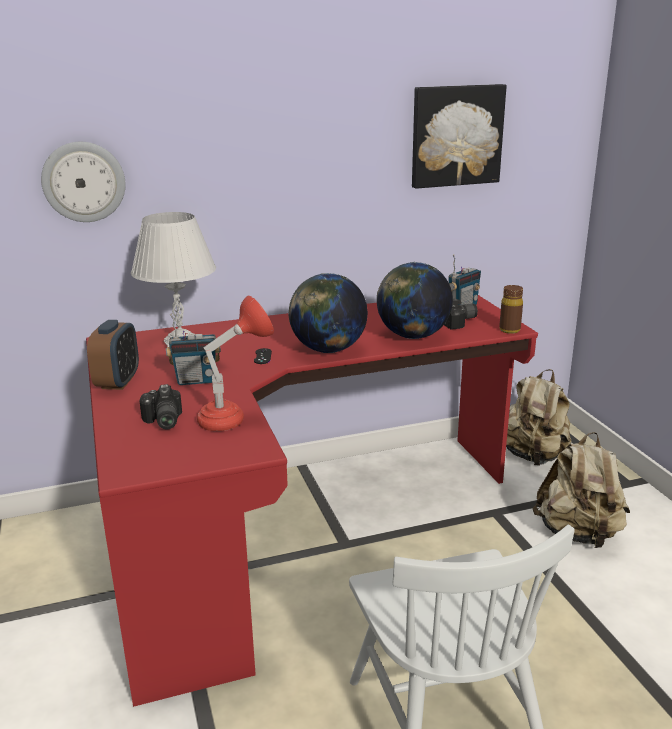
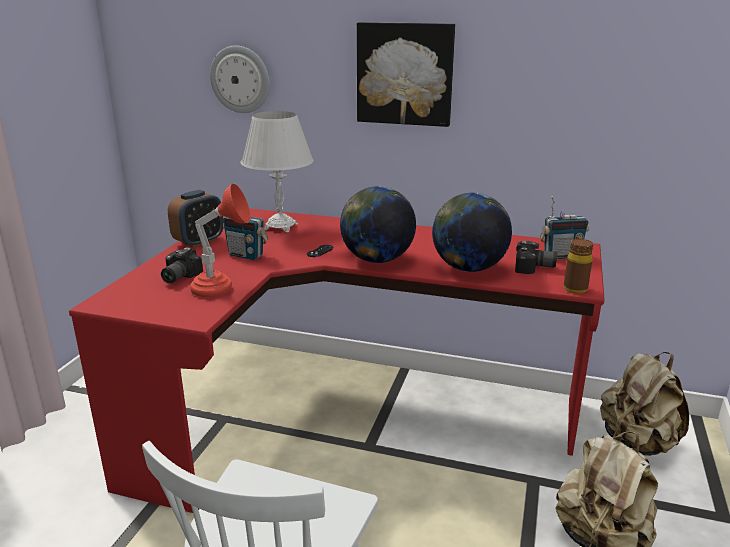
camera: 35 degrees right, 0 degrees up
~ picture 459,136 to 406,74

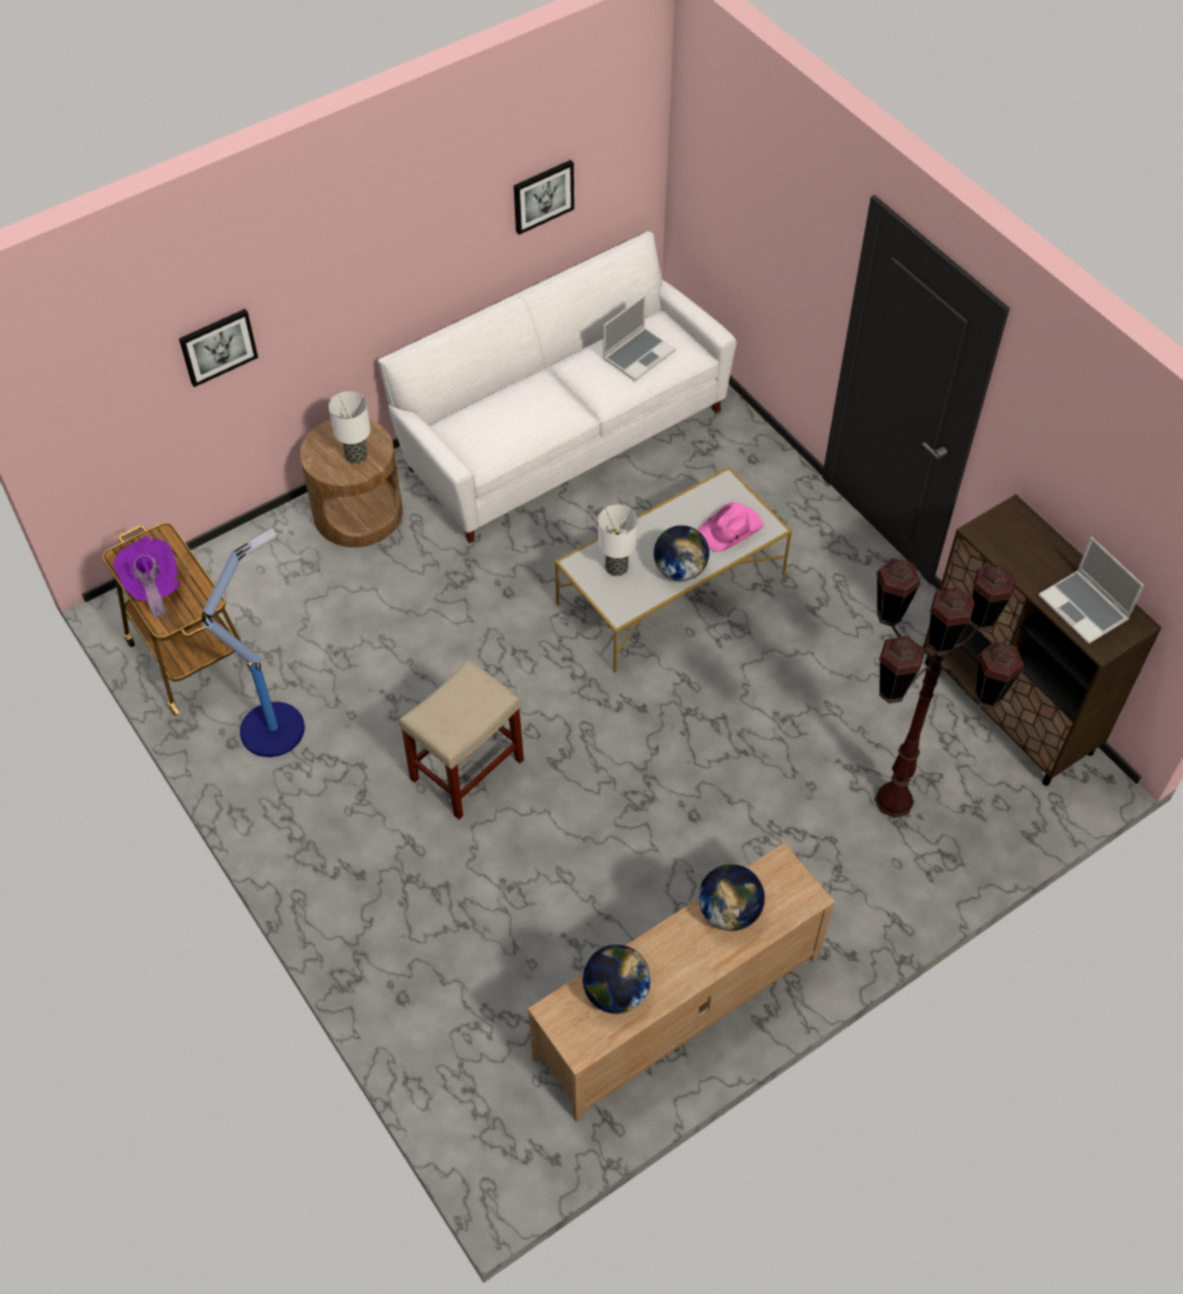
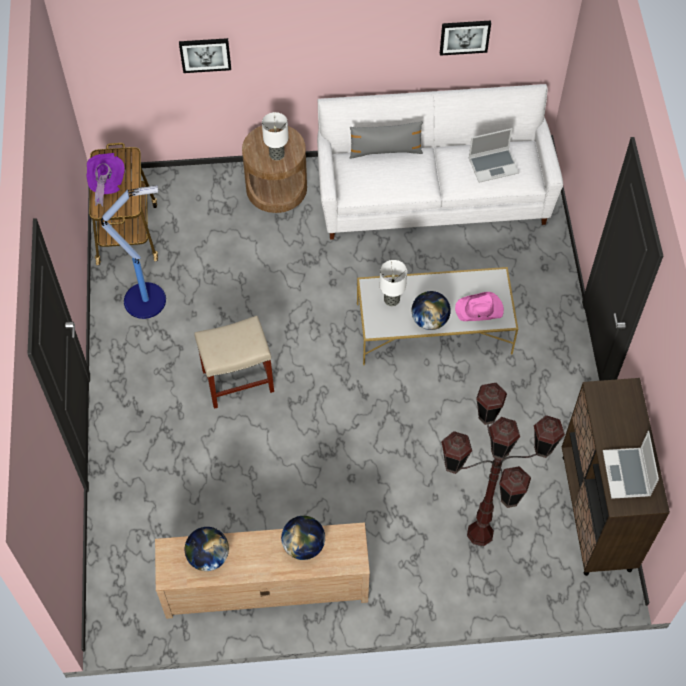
camera: 30 degrees right, 5 degrees up
+ grey pillow 386,140

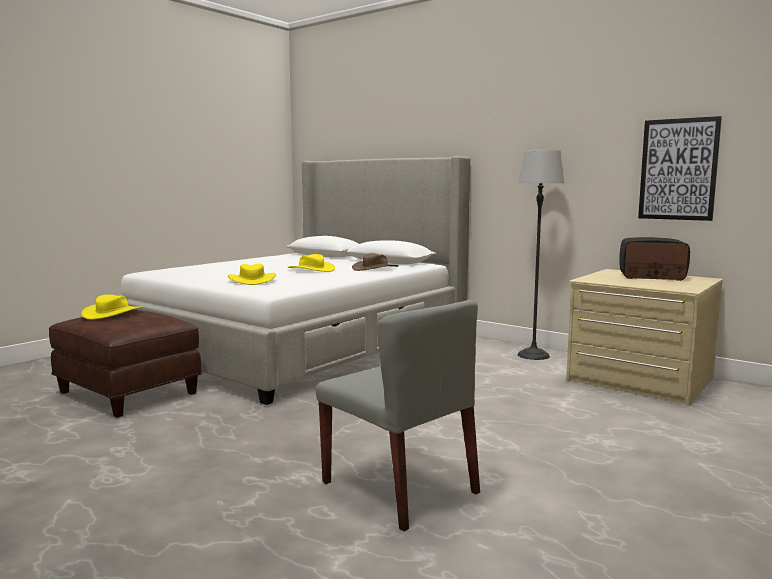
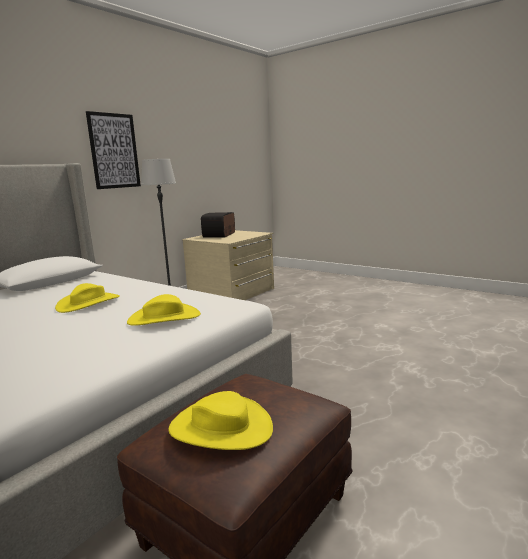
camera: 90 degrees left, 5 degrees up
- grey chair 398,415
- brown hat 375,262
~ picture 680,168 to 113,150

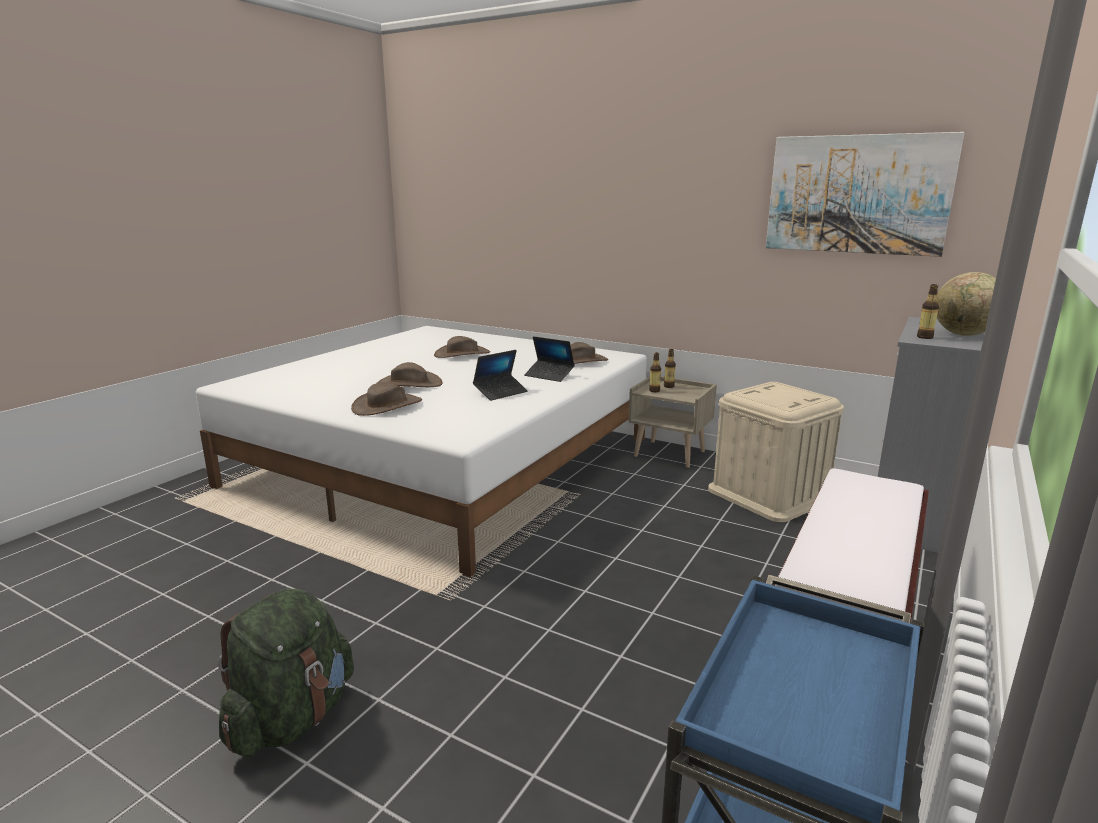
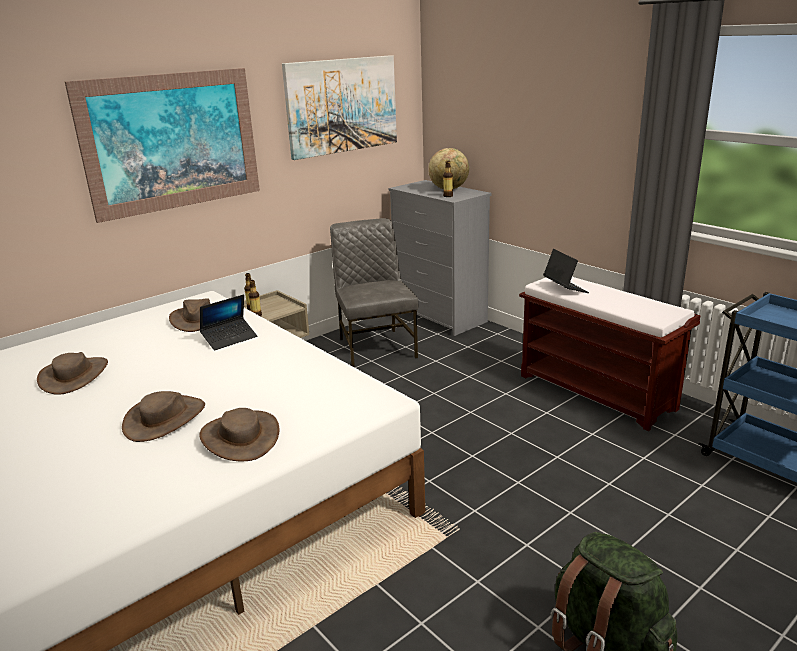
camera: 70 degrees left, 5 degrees up
+ picture 162,145
~ laptop 500,375 to 566,271
~ beige storage box 776,452 to grey chair 374,293

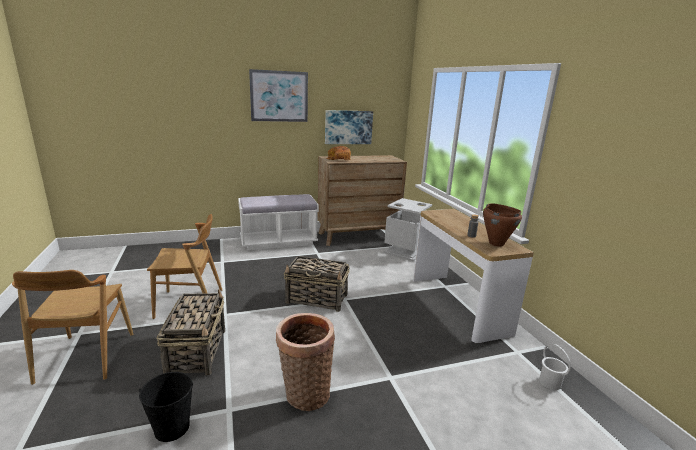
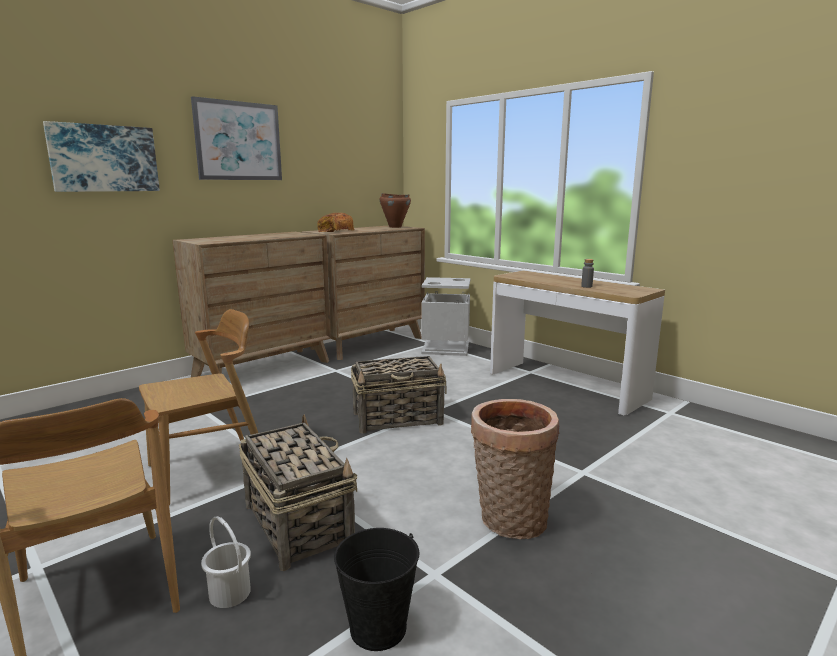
camera: 25 degrees left, 5 degrees down
~ picture 349,127 to 101,156
~ brown cooking pot 502,225 to 395,210
~ white bucket 555,367 to 226,562
~ white bench 278,222 to brown dresser 252,304

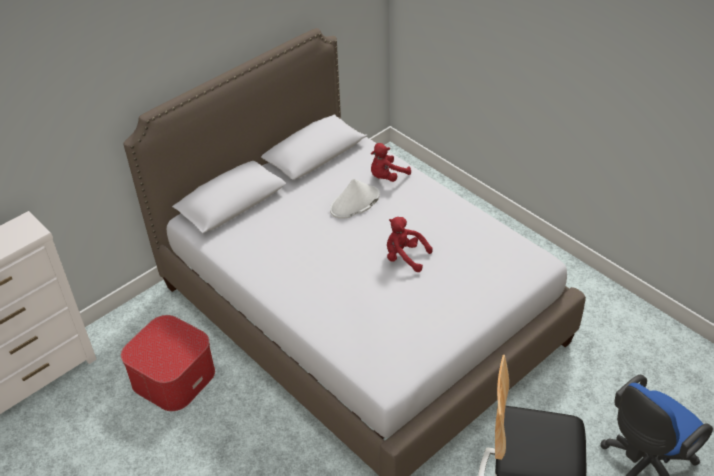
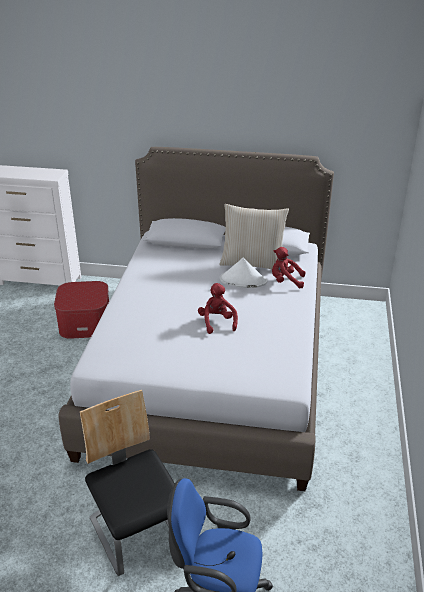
camera: 50 degrees right, 10 degrees down
+ beige pillow 254,236

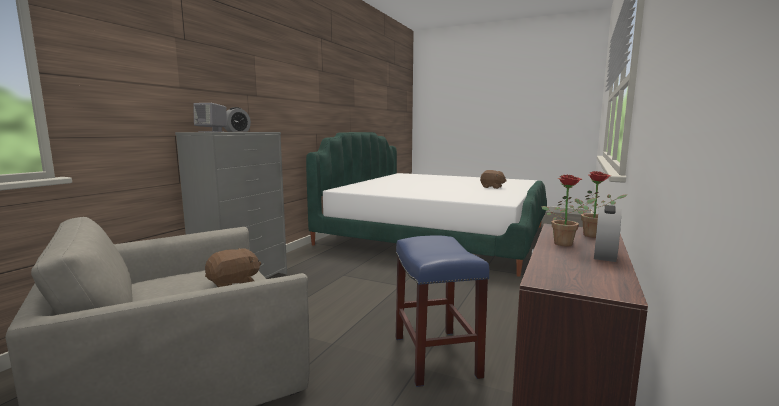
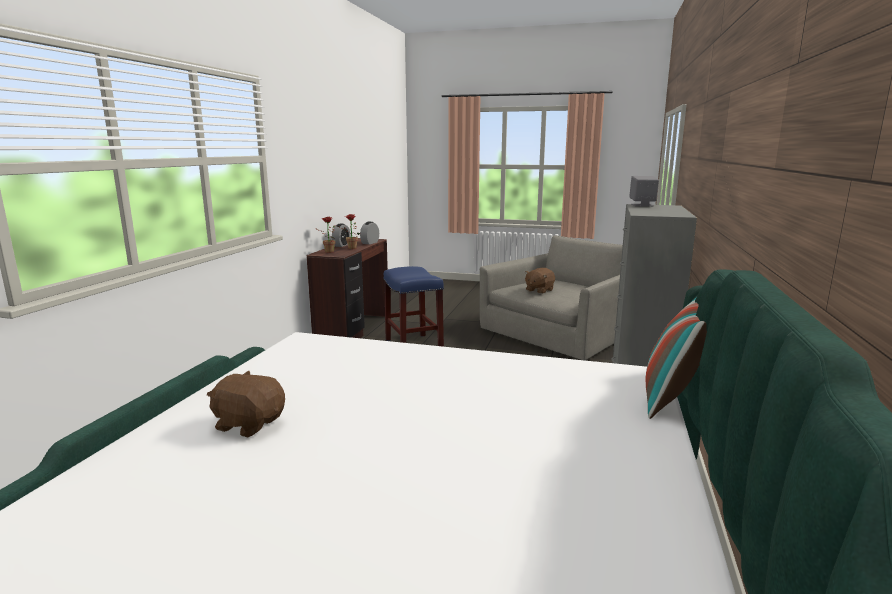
camera: 170 degrees right, 5 degrees up
+ pillow 676,358
~ alarm clock 237,119 to 369,233

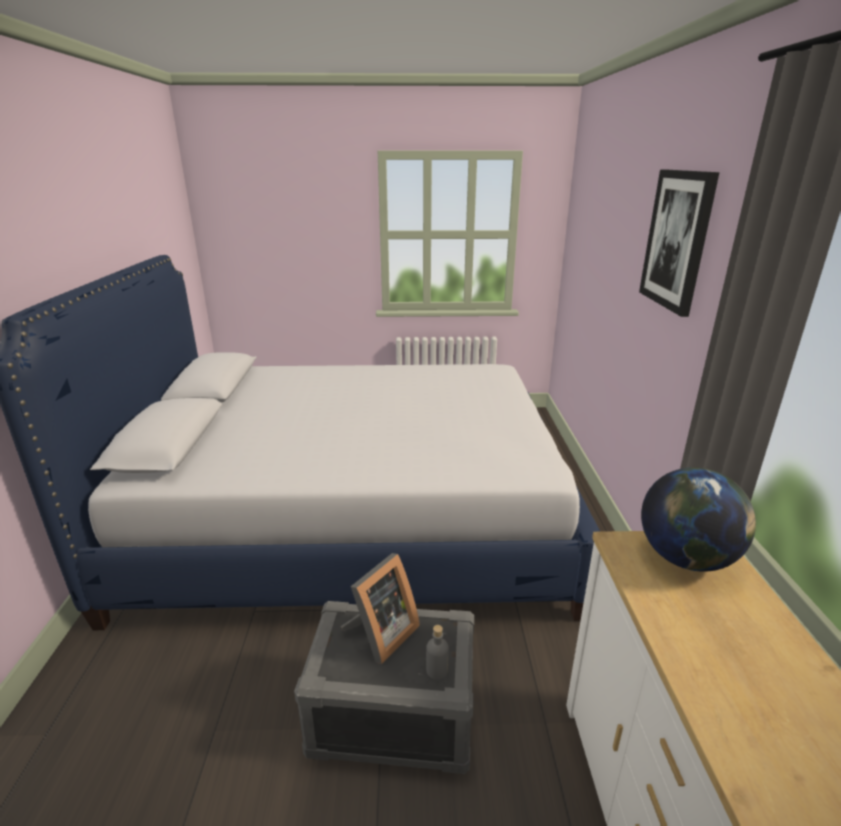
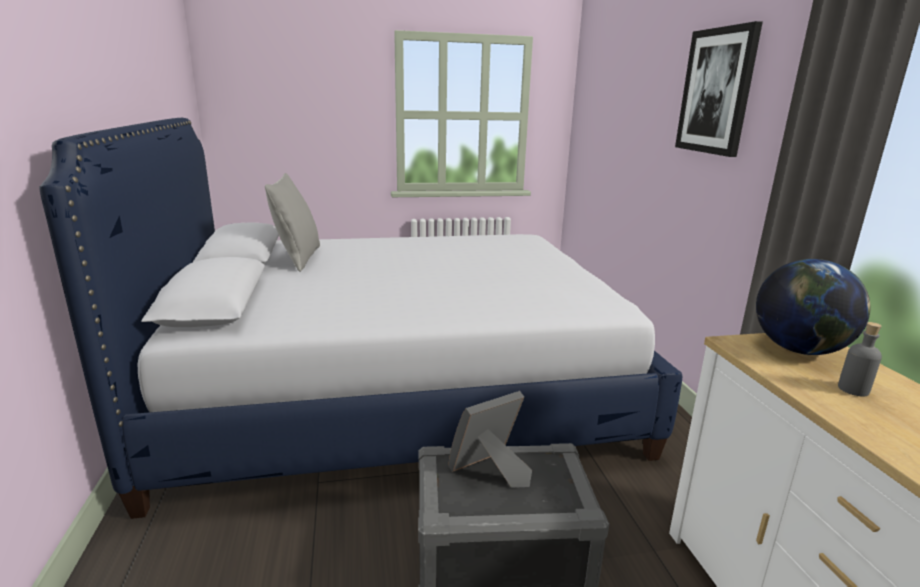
camera: 10 degrees left, 5 degrees down
+ grey pillow 292,222
~ grey bottle 437,652 to 860,359
~ picture frame 380,608 = 490,439 150 degrees counterclockwise

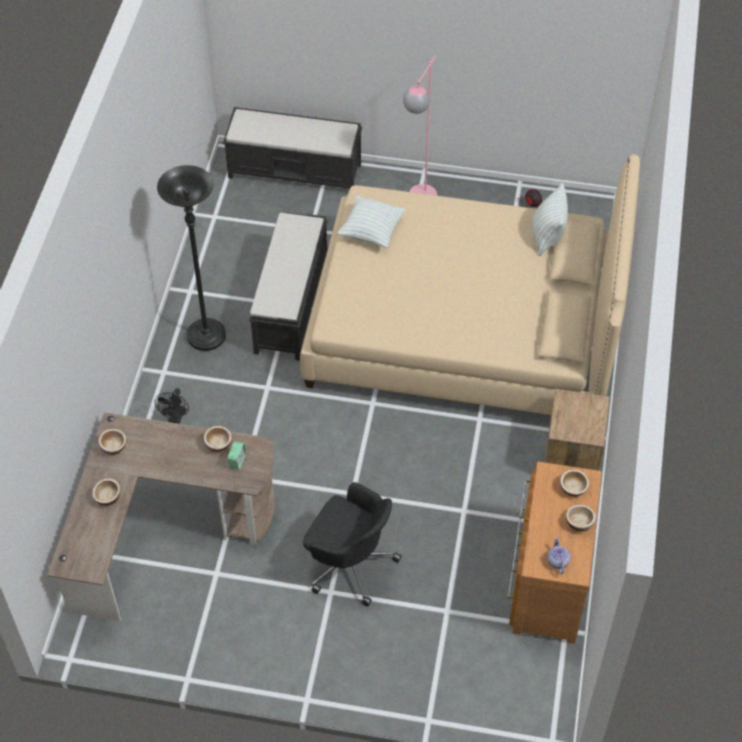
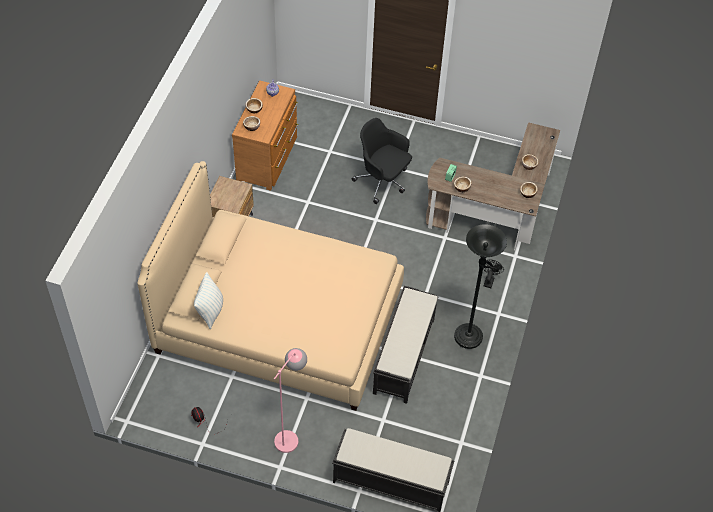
camera: 175 degrees left, 0 degrees up
- pillow 371,222

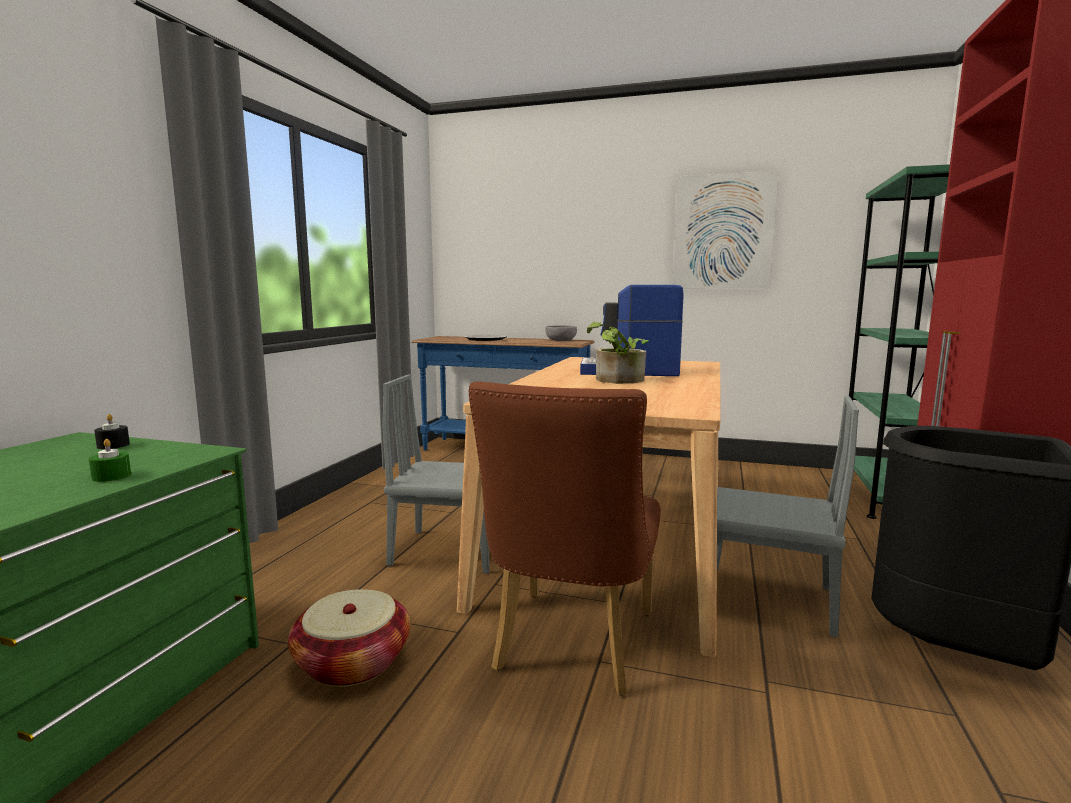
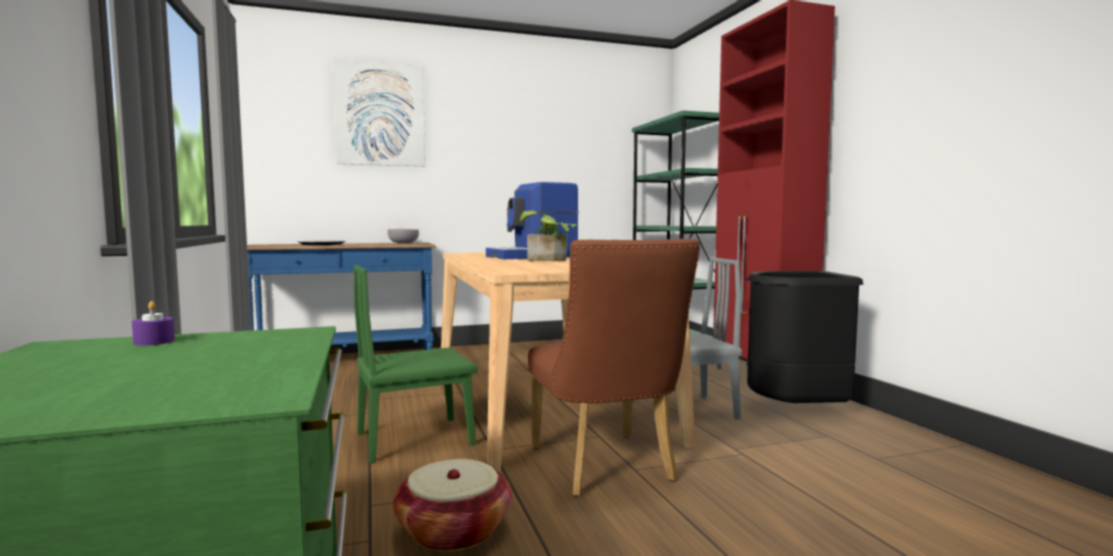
camera: 35 degrees left, 5 degrees down
- green candle 110,460
~ picture 725,230 to 379,112
~ black candle 112,431 to purple candle 153,323
~ grey chair 436,474 to green chair 416,364

